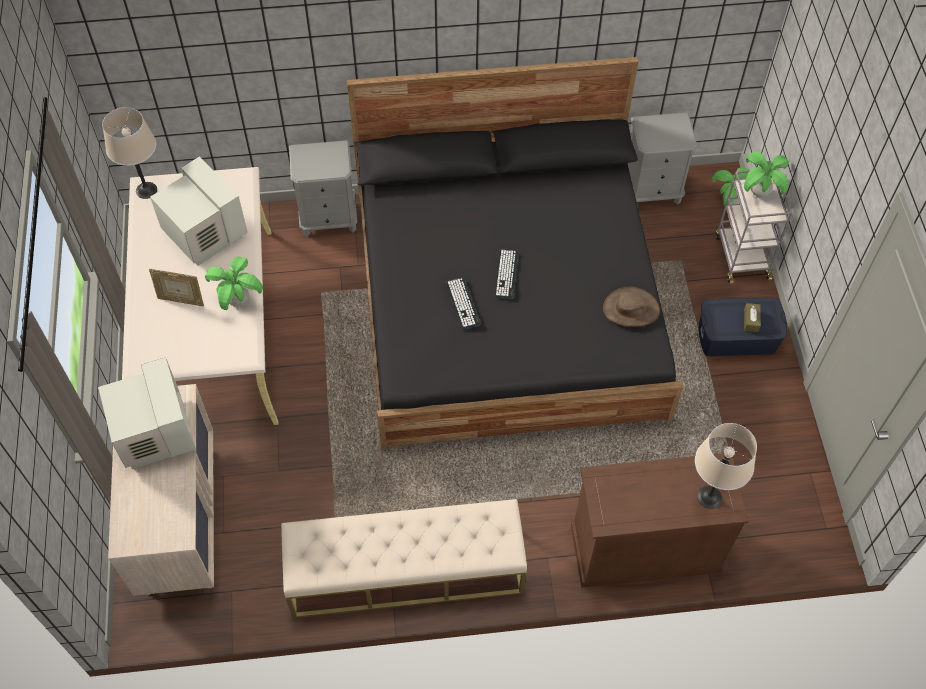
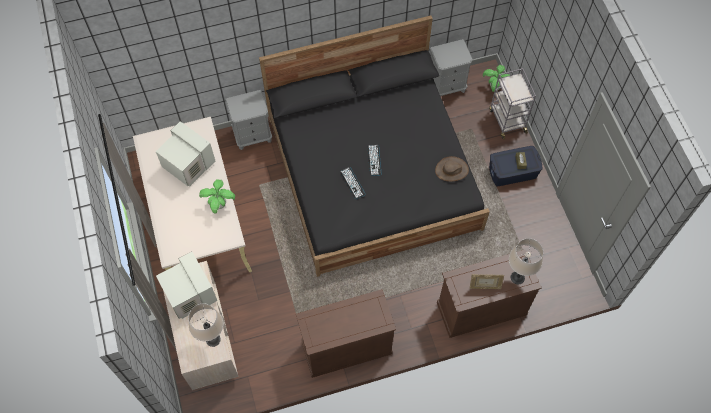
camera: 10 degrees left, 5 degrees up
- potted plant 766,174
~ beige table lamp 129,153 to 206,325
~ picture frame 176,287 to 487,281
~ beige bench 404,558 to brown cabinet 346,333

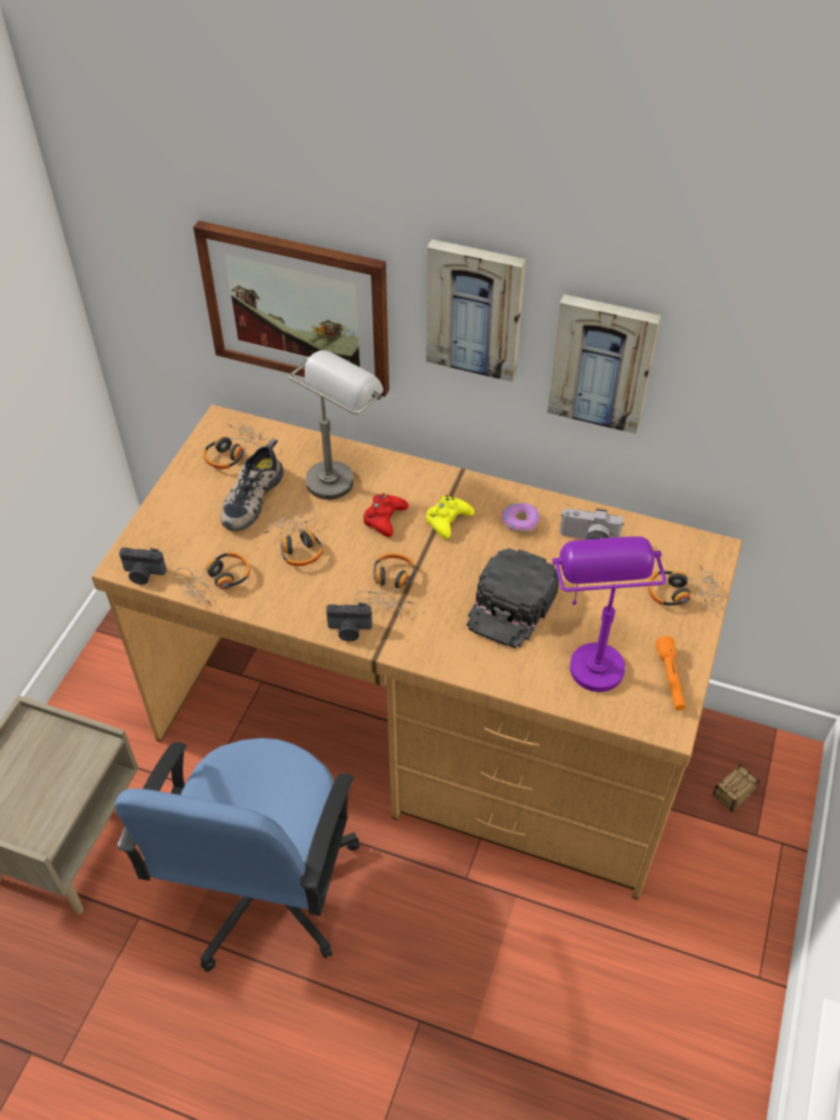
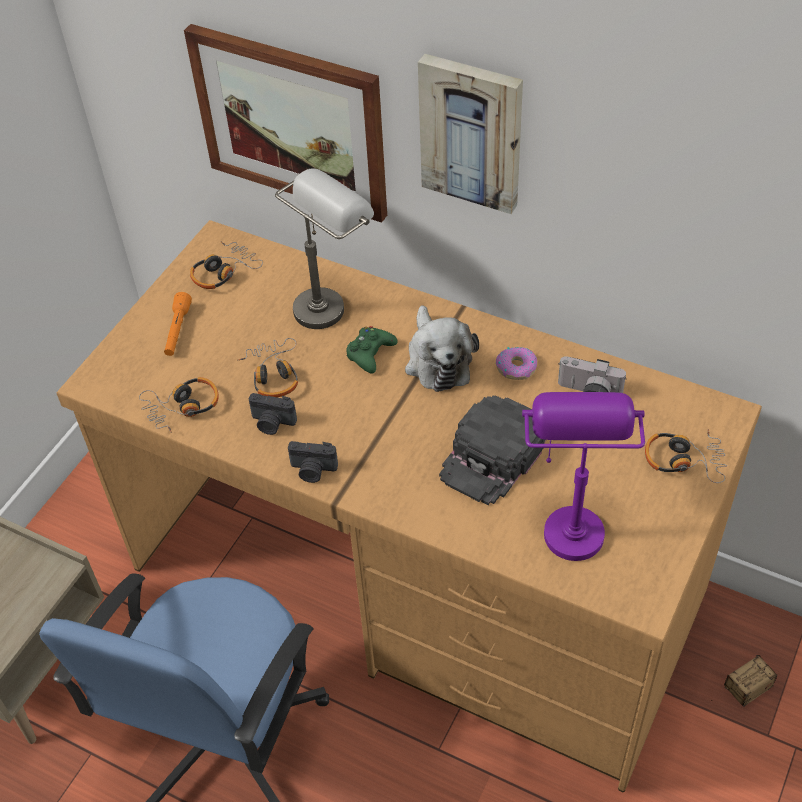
camera: 10 degrees right, 0 degrees up
- shoe 252,485
- headphones 384,581
- picture 604,364
~ photo camera 143,566 to 273,414
~ orange flashlight 670,673 to 178,324
~ yellow game controller 450,517 to plush toy 442,348
~ red game controller 386,515 to green game controller 372,350

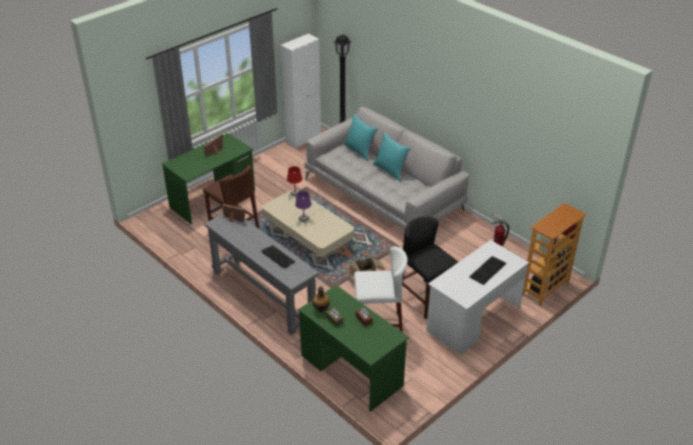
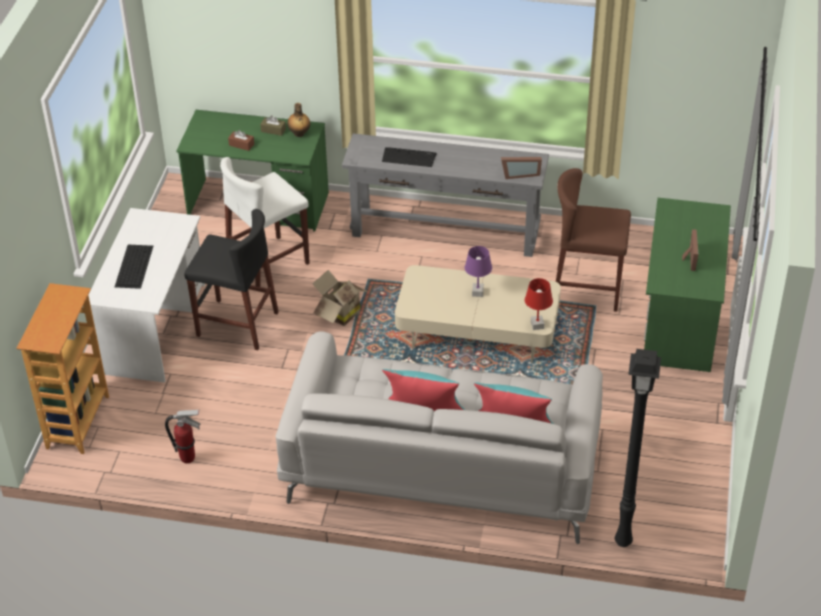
camera: 145 degrees right, 5 degrees up
- white cabinet 301,91

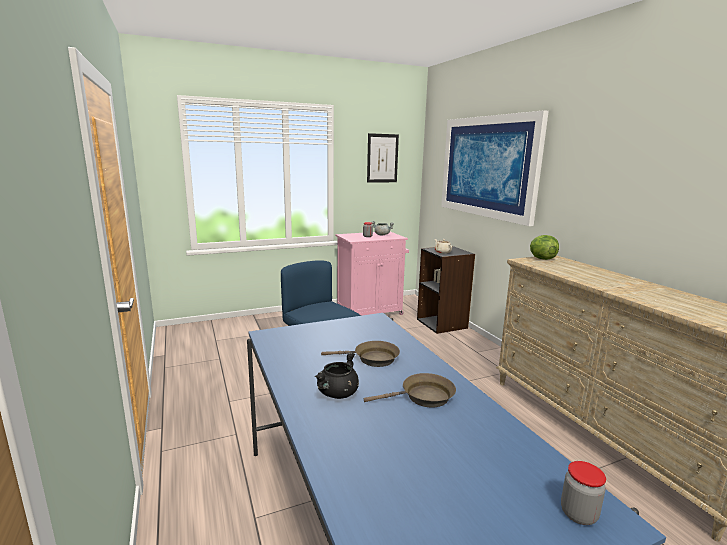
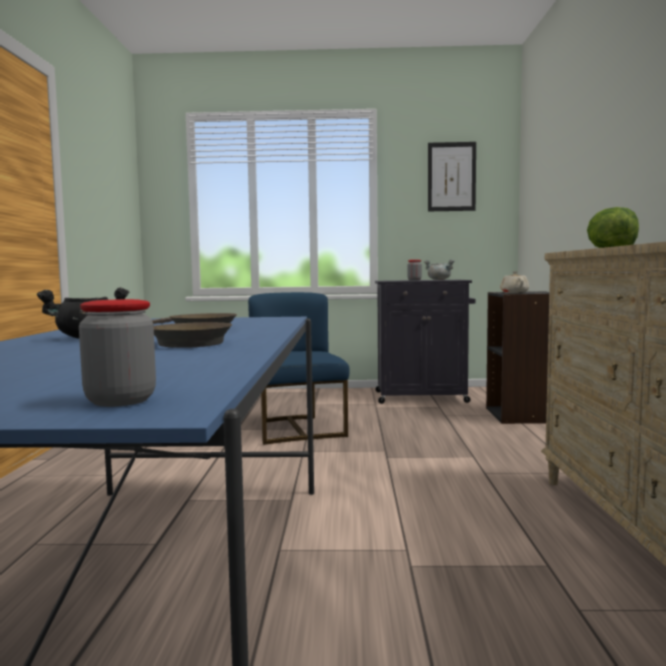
camera: 25 degrees right, 10 degrees down
- picture 495,168
~ pink cabinet 372,274 to black cabinet 425,342

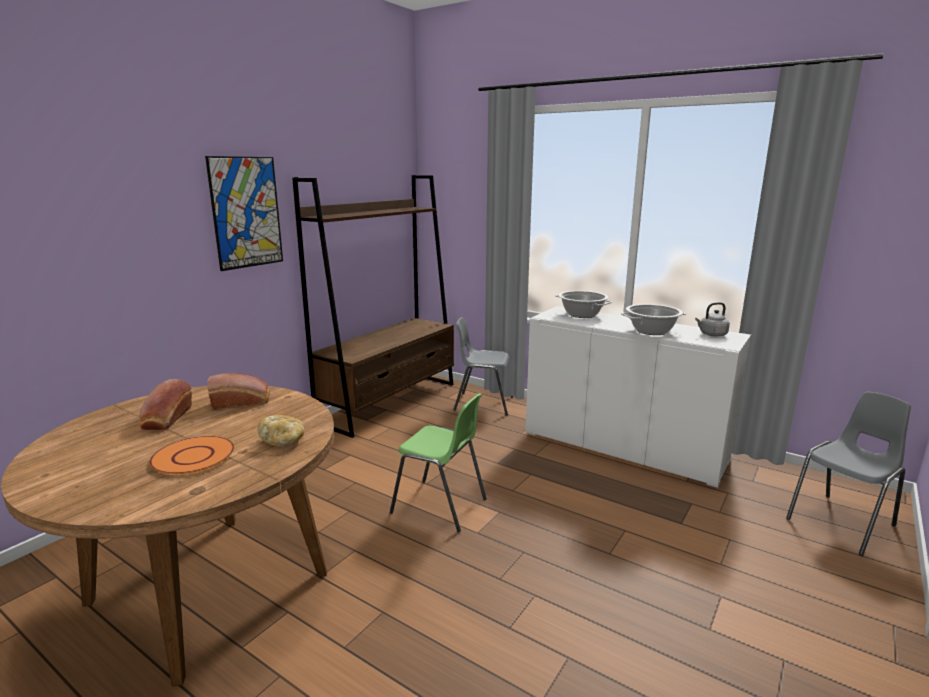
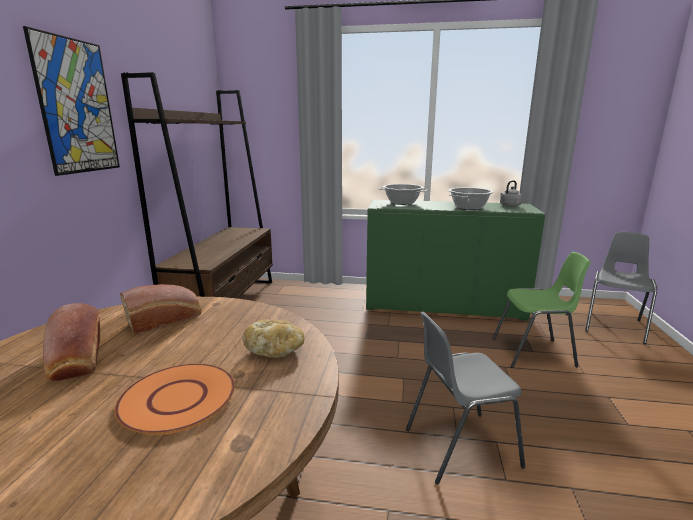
camera: 25 degrees left, 0 degrees up
~ green chair 438,462 to 542,310
~ grey chair 483,366 to 465,398
~ white cabinet 638,397 to green cabinet 455,260

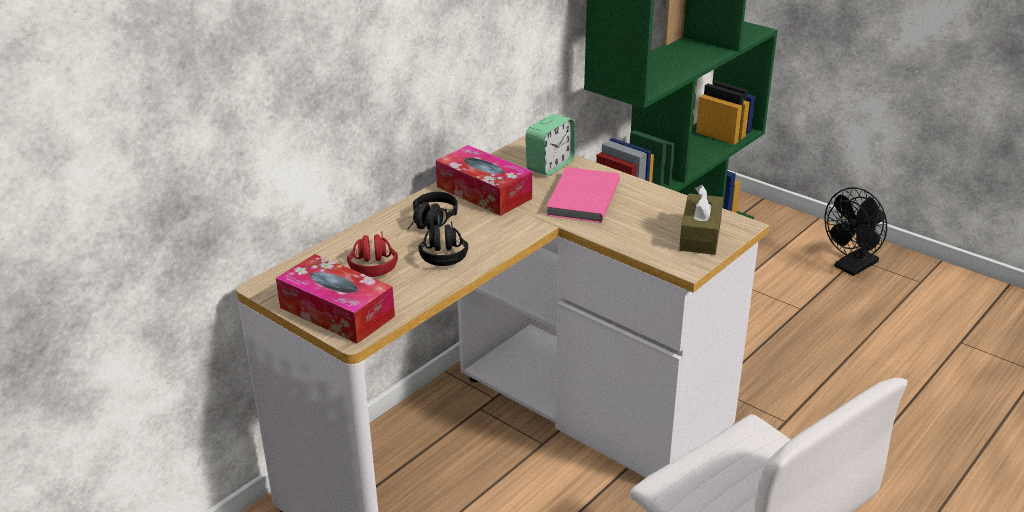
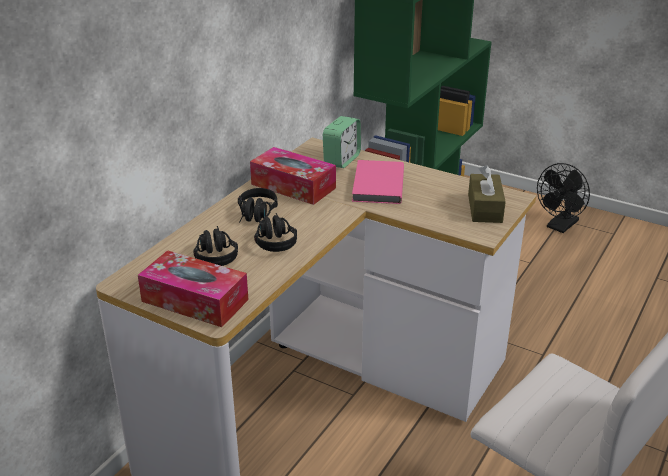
camera: 10 degrees left, 0 degrees up
~ red headphones 372,254 to black headphones 215,246

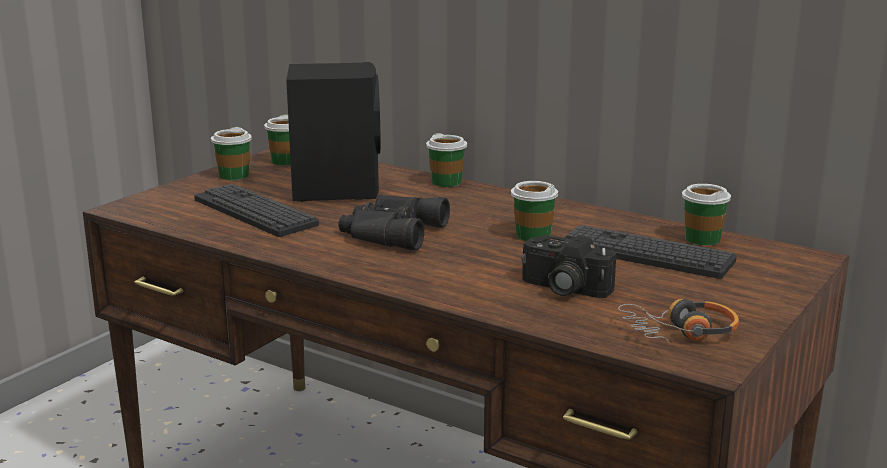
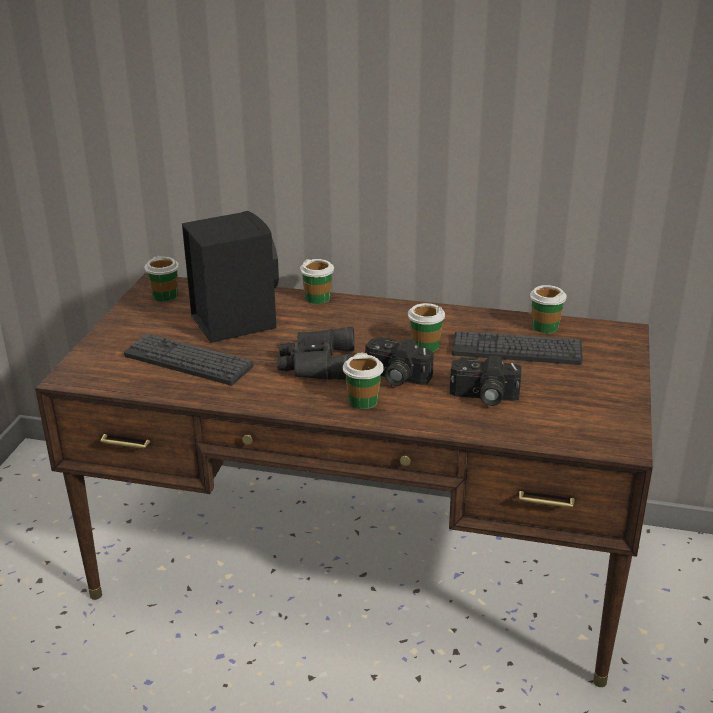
camera: 20 degrees left, 10 degrees up
- headphones 678,321
+ photo camera 399,361
~ cup 231,153 to 363,381

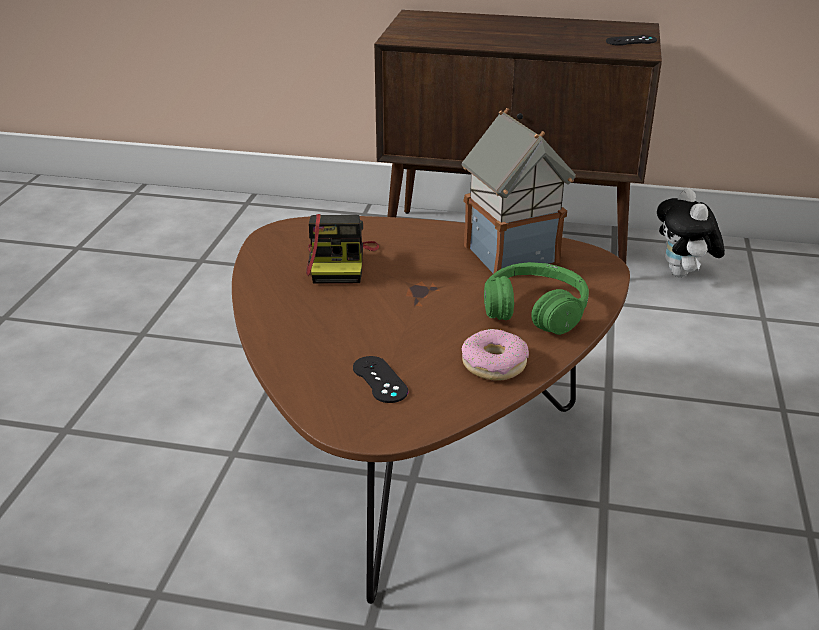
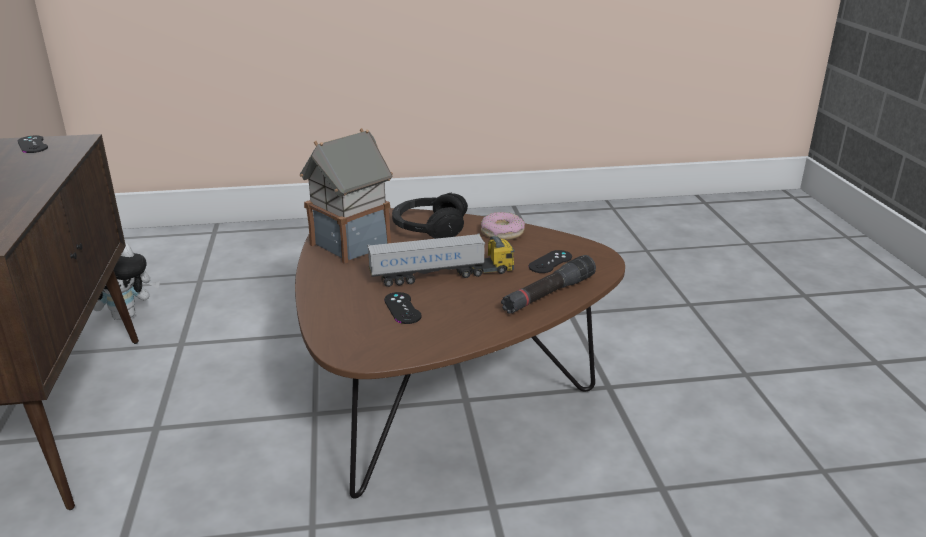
camera: 110 degrees left, 5 degrees down
+ toy truck 441,260
+ black flashlight 548,284
~ photo camera 342,249 to black game controller 403,308
~ green headphones 536,298 to black headphones 430,216

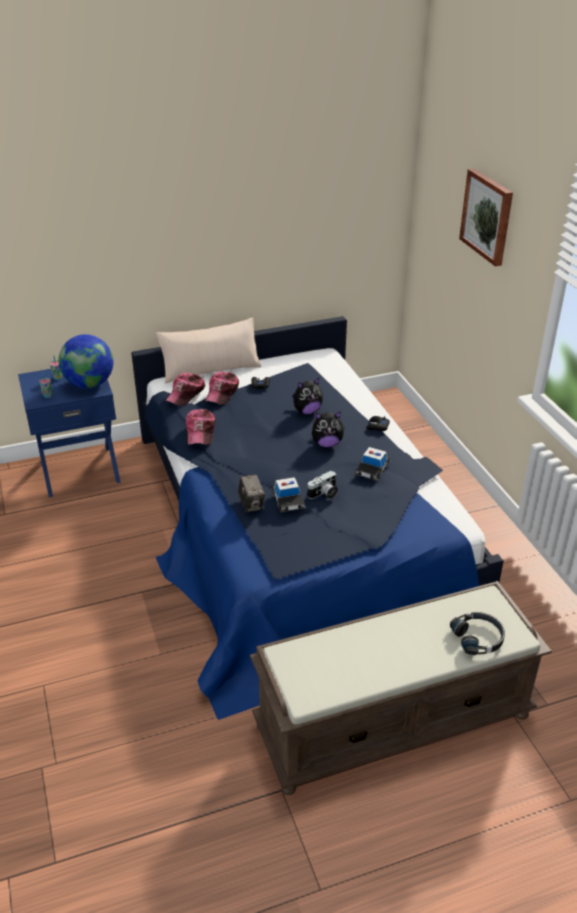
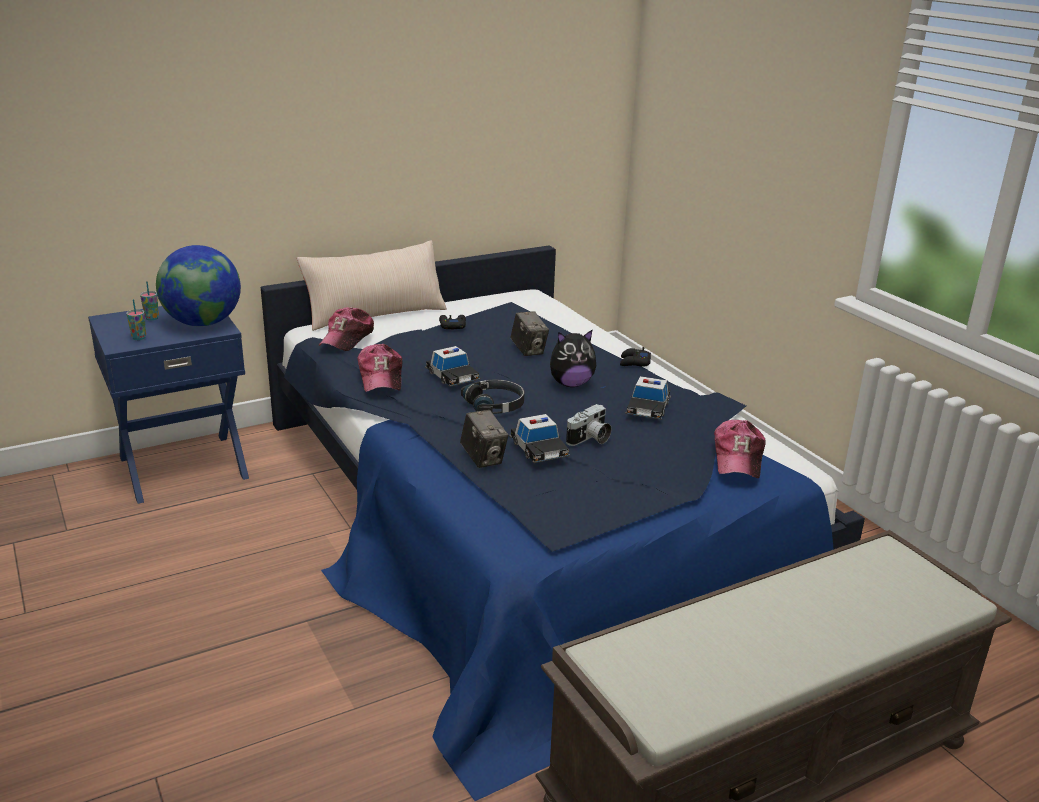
camera: 10 degrees left, 10 degrees down
- picture 486,217
+ toy car 452,366
~ cap 222,388 to 740,449
~ black headphones 477,633 to 493,396
~ plush toy 307,396 to photo camera 529,333

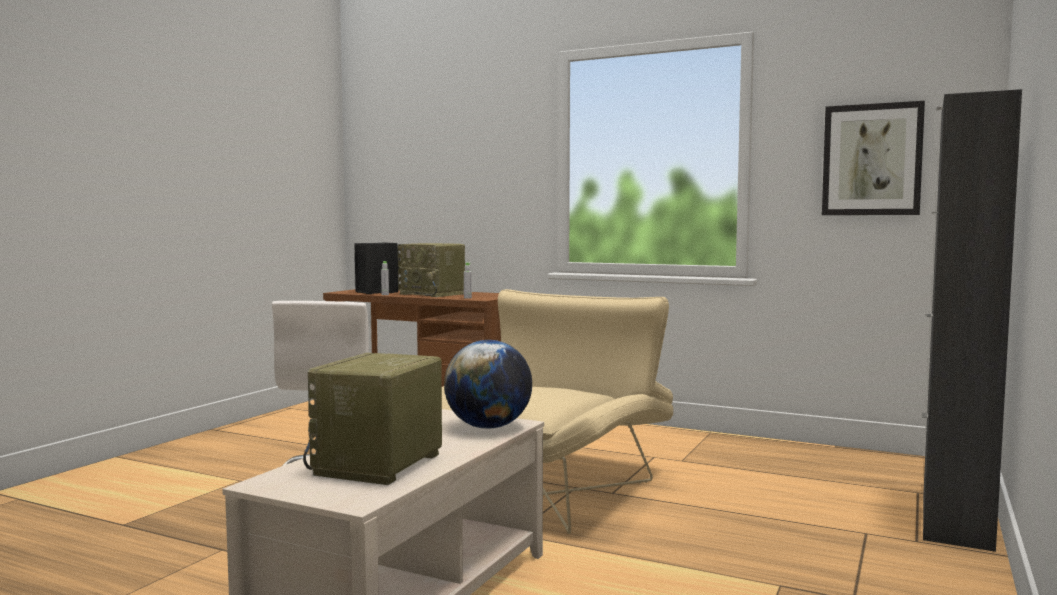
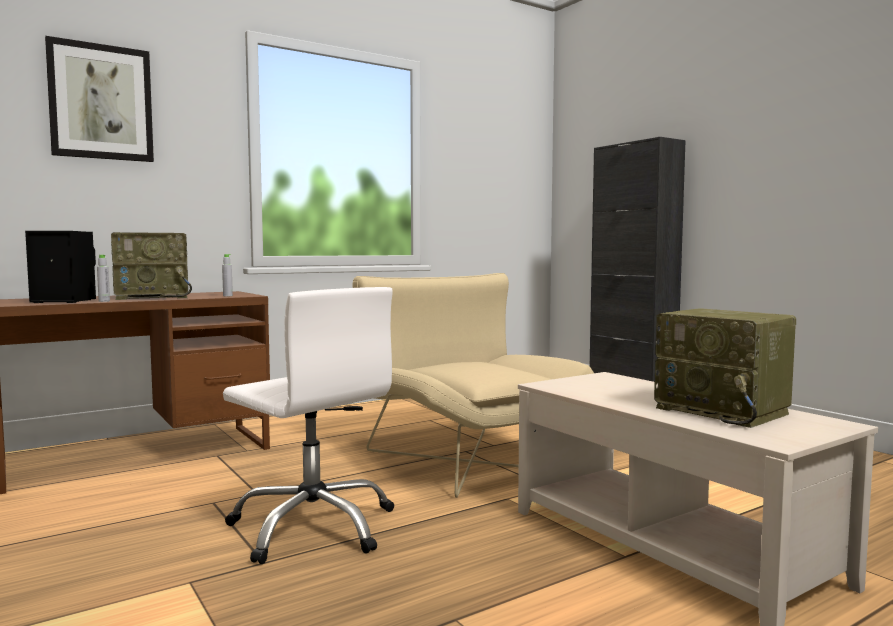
camera: 60 degrees left, 0 degrees up
- globe 488,384
~ picture 873,158 to 99,99

